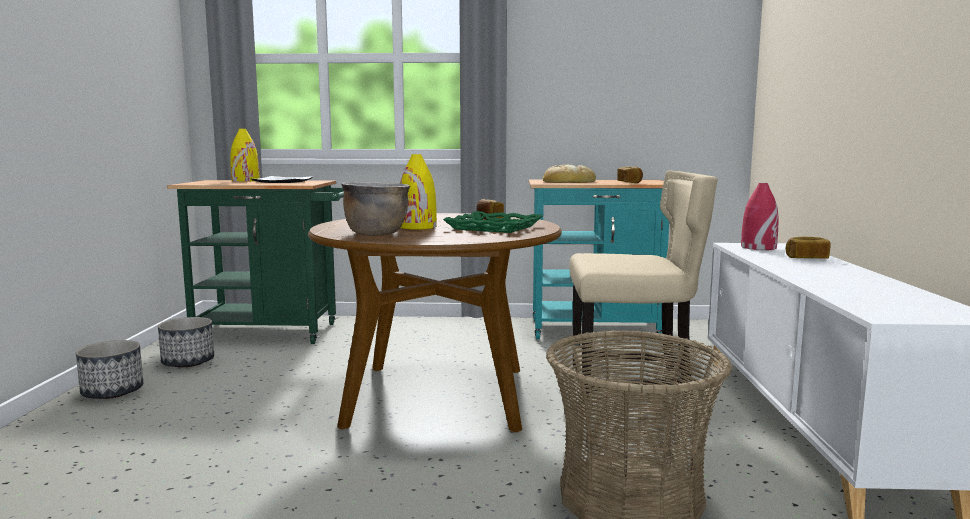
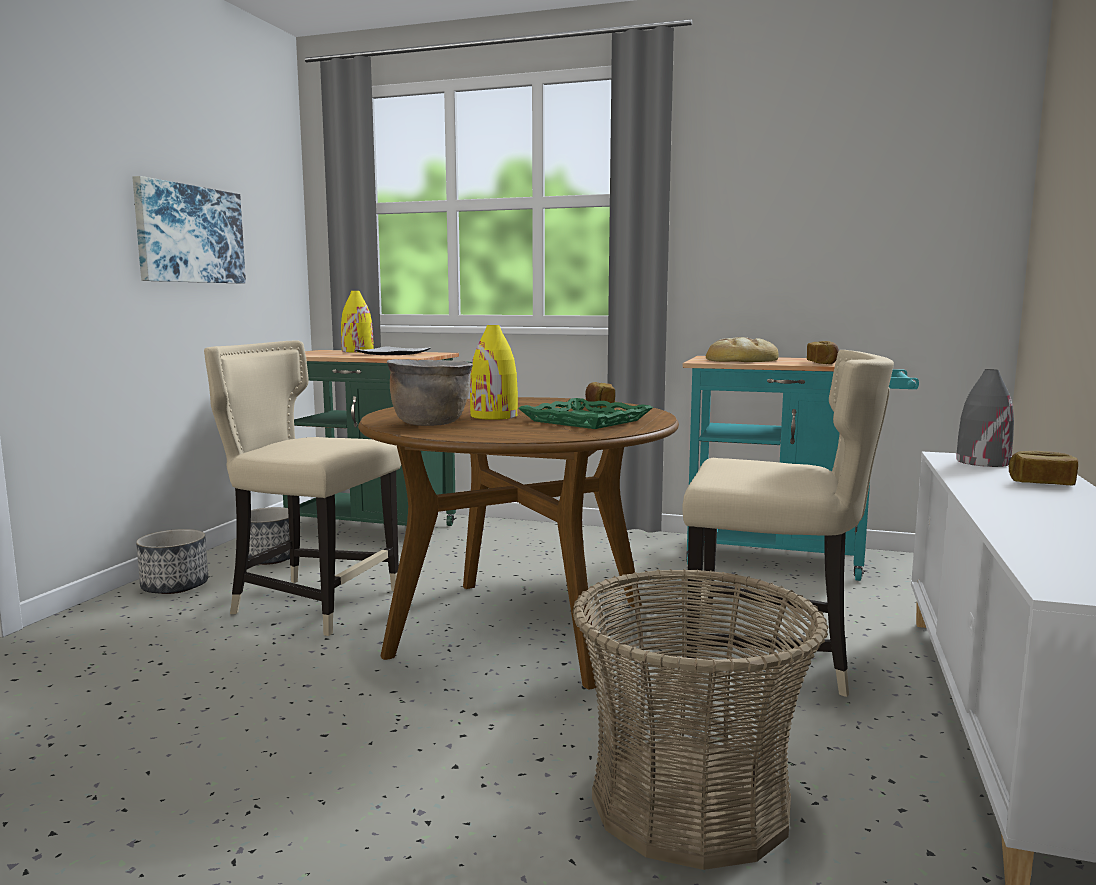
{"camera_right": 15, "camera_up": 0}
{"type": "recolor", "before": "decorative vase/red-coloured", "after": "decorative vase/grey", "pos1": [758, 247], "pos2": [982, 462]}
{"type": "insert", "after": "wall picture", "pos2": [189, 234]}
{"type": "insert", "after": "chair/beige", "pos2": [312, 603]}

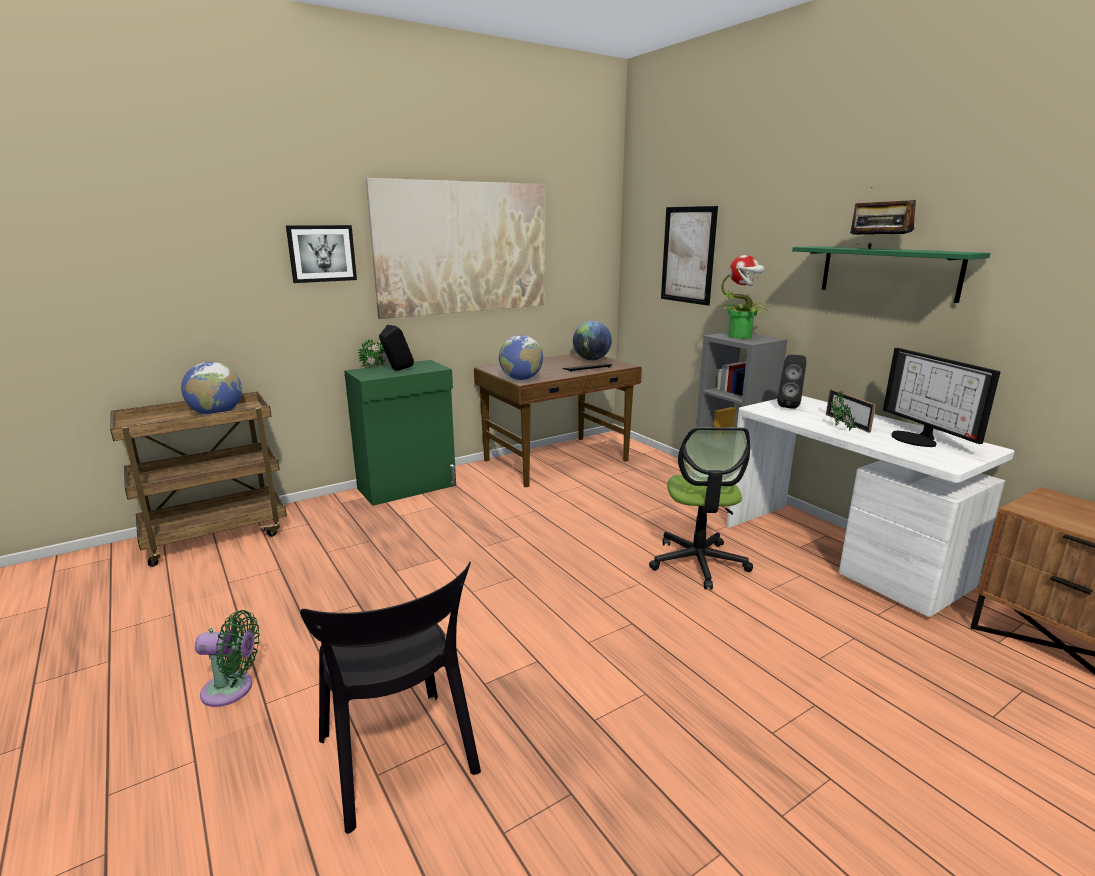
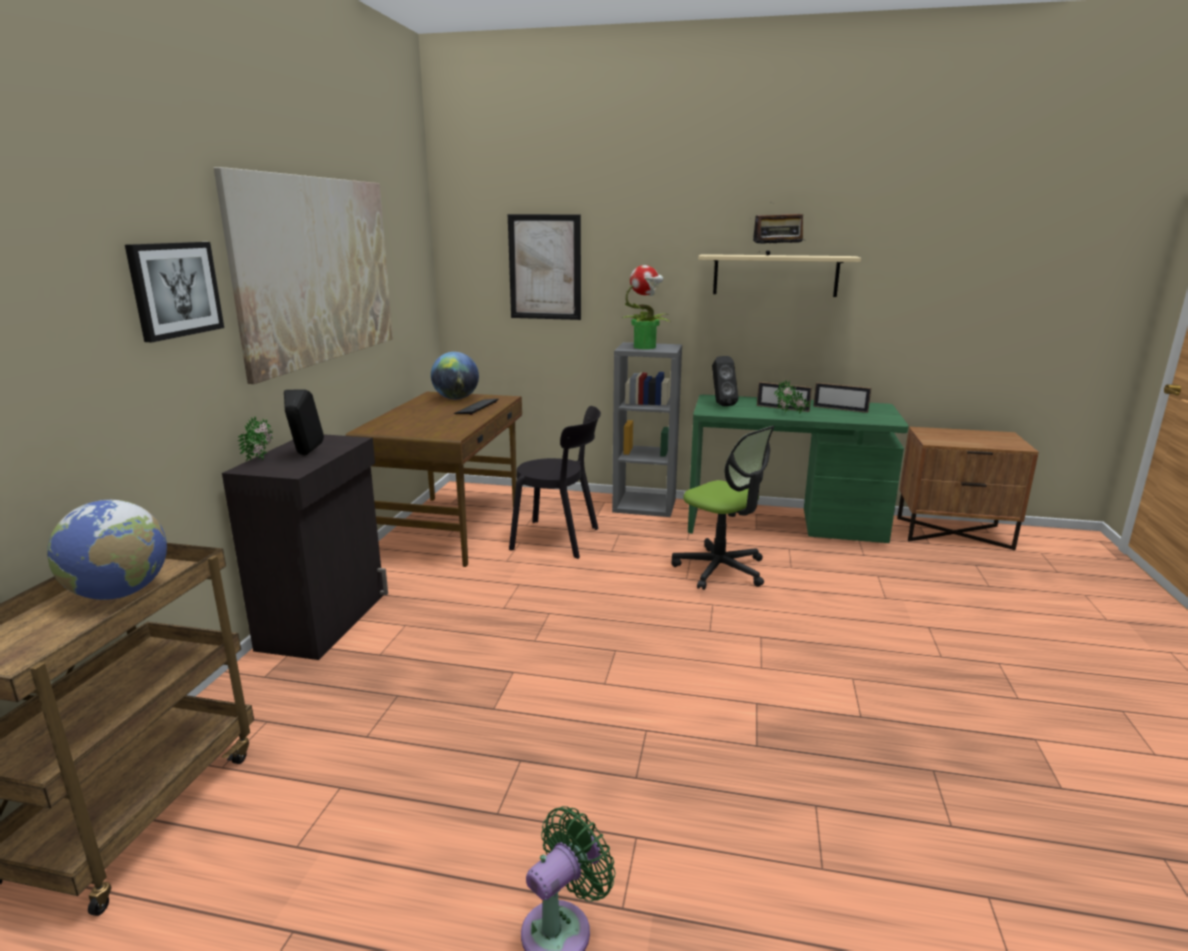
{"camera_right": -45, "camera_up": 0}
{"type": "recolor", "before": "shelf/green", "after": "shelf/beige", "pos1": [888, 272], "pos2": [775, 275]}
{"type": "delete", "before": "globe", "pos1": [521, 379]}
{"type": "replace", "before": "computer screen", "after": "standing frame", "pos1": [917, 439], "pos2": [840, 409]}
{"type": "recolor", "before": "cupboard/green", "after": "cupboard/black", "pos1": [408, 487], "pos2": [326, 620]}
{"type": "recolor", "before": "desk/white", "after": "desk/green", "pos1": [840, 554], "pos2": [784, 524]}
{"type": "move", "before": "chair/black", "pos1": [399, 761], "pos2": [559, 539]}

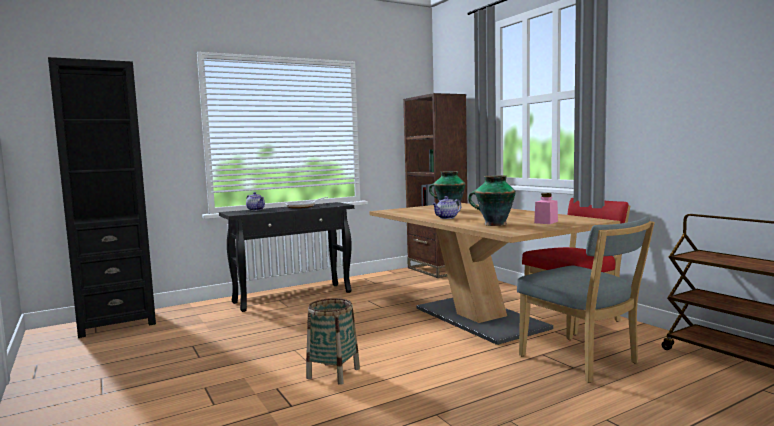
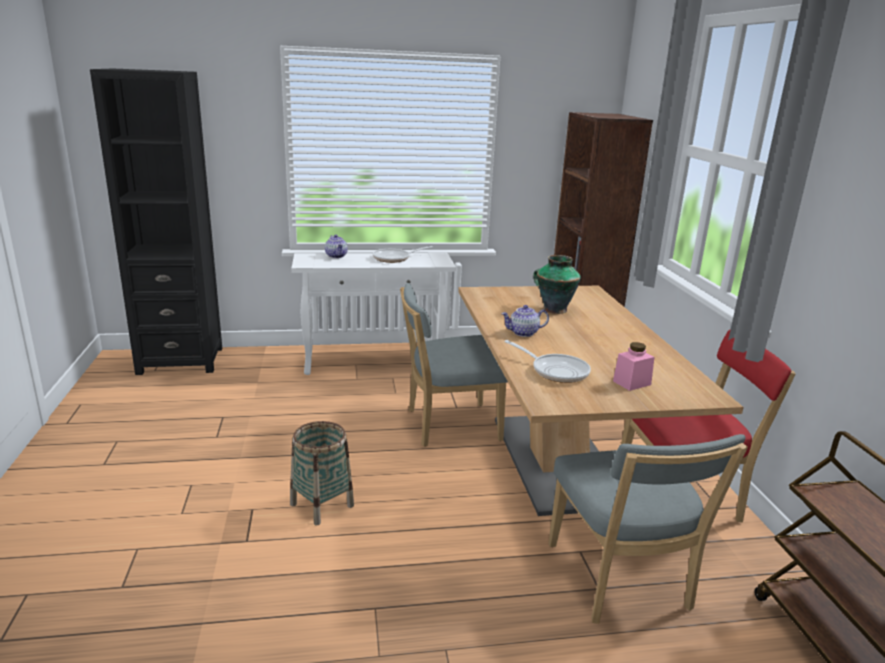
{"camera_right": 20, "camera_up": 15}
{"type": "replace", "before": "decorative vase", "after": "skillet", "pos1": [494, 224], "pos2": [556, 371]}
{"type": "recolor", "before": "hall table/black", "after": "hall table/white", "pos1": [294, 297], "pos2": [374, 363]}
{"type": "insert", "after": "chair/grey", "pos2": [448, 425]}

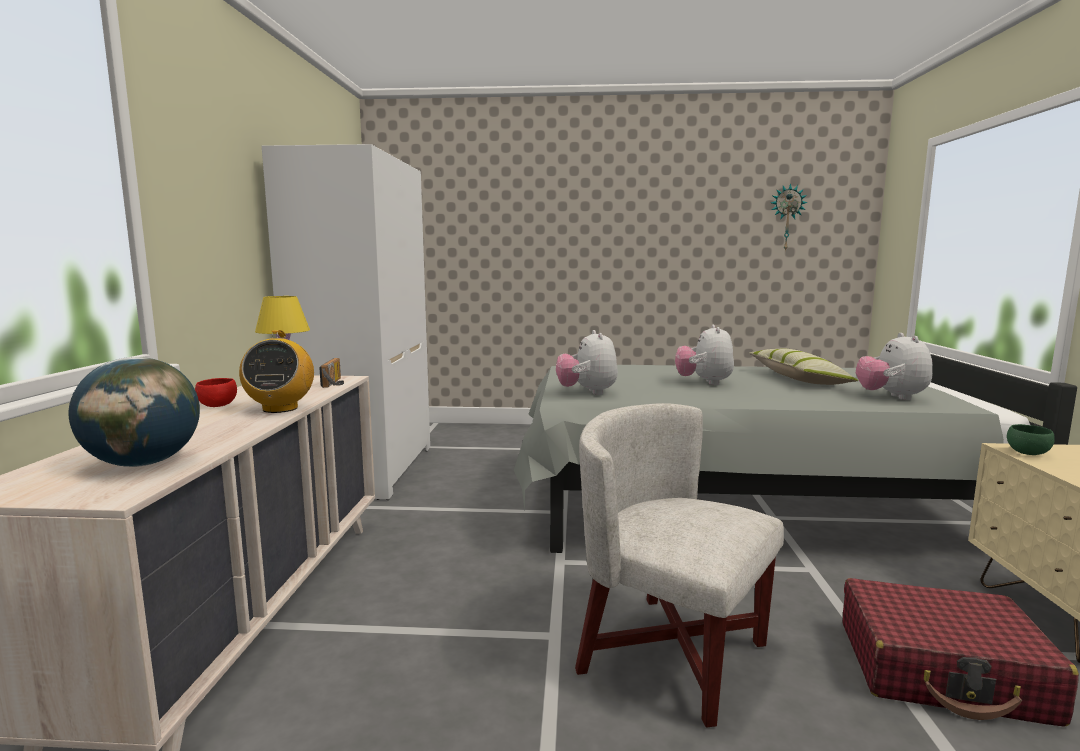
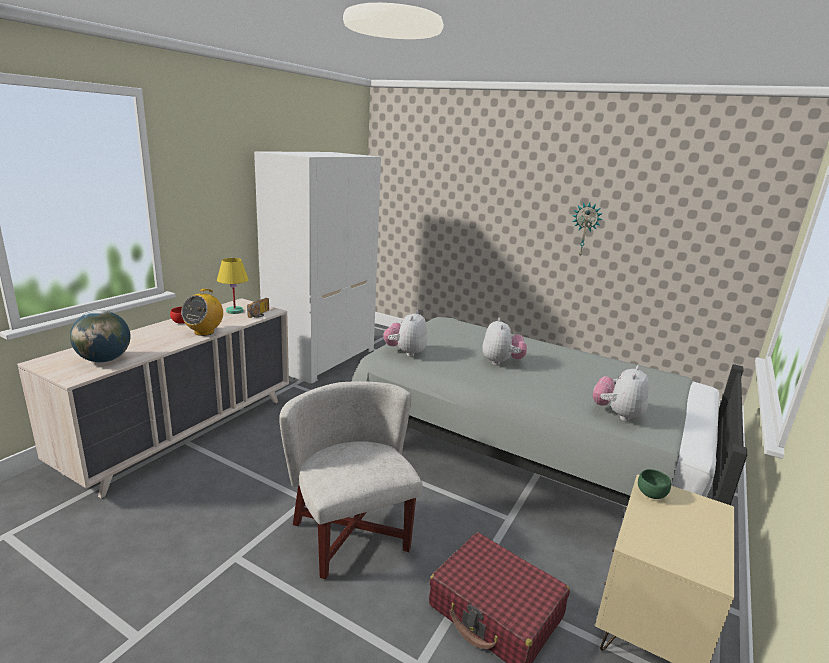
{"camera_right": 25, "camera_up": 10}
{"type": "move", "before": "clock on the wall", "pos1": [786, 218], "pos2": [585, 229]}
{"type": "rotate", "before": "soft toy", "pos1": [704, 383], "pos2": [501, 362], "turn": 150}
{"type": "delete", "before": "pillow", "pos1": [798, 379]}

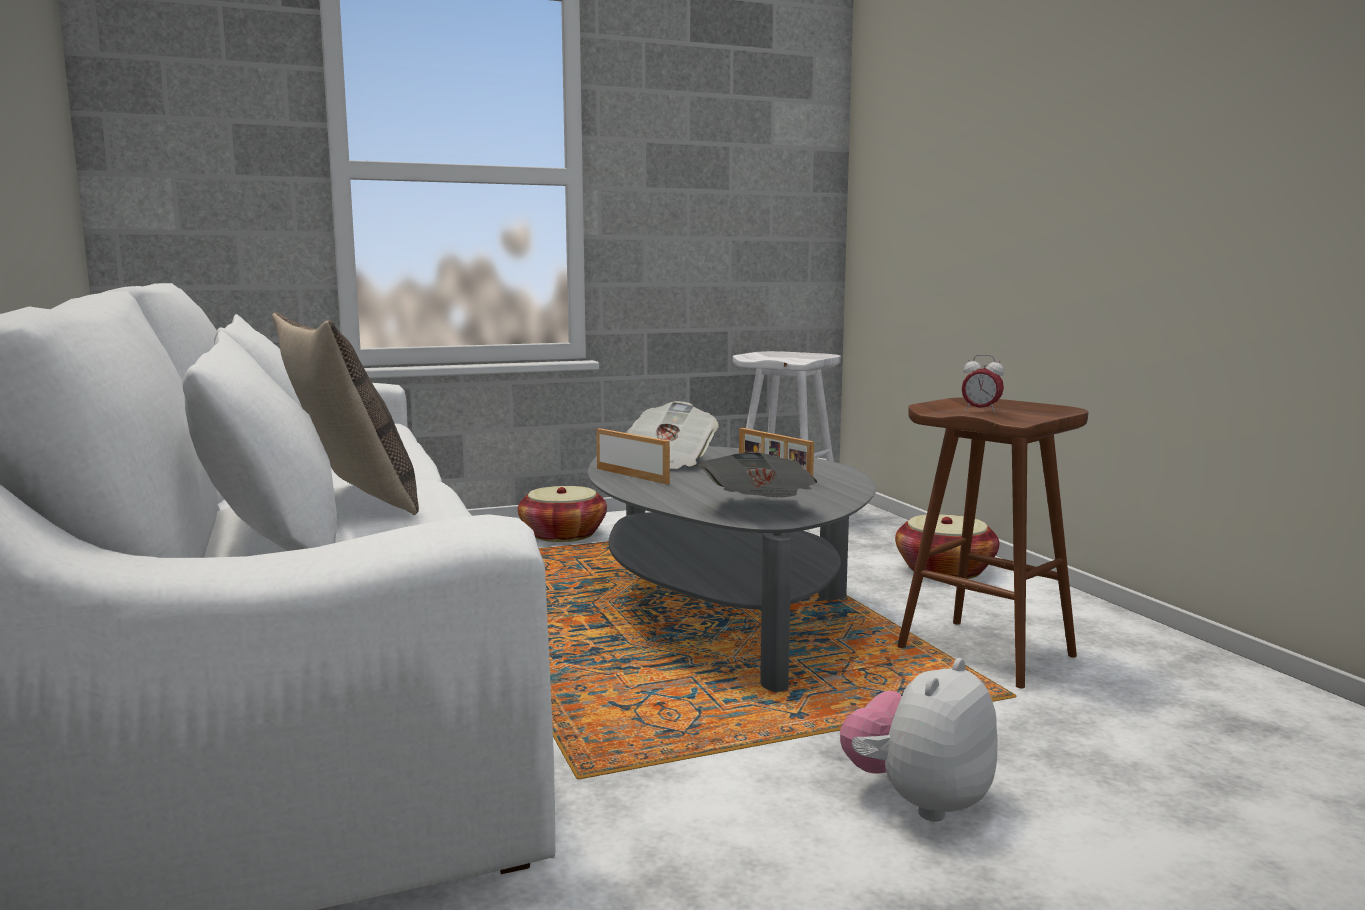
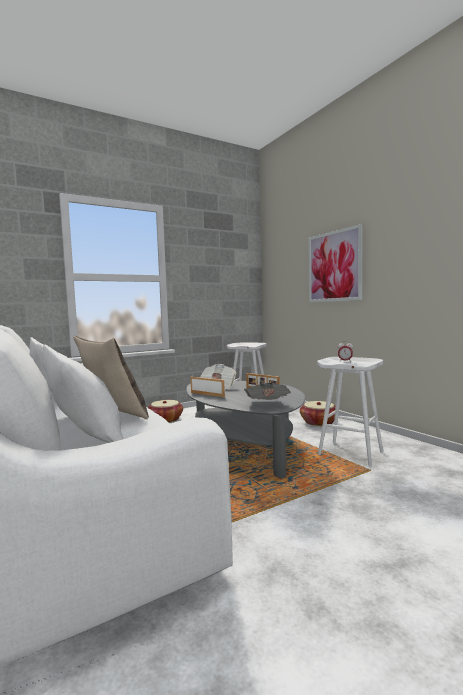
{"camera_right": -10, "camera_up": -5}
{"type": "recolor", "before": "stool/brownish", "after": "stool/white", "pos1": [988, 652], "pos2": [351, 453]}
{"type": "delete", "before": "soft toy", "pos1": [919, 801]}
{"type": "insert", "after": "wall picture", "pos2": [334, 266]}

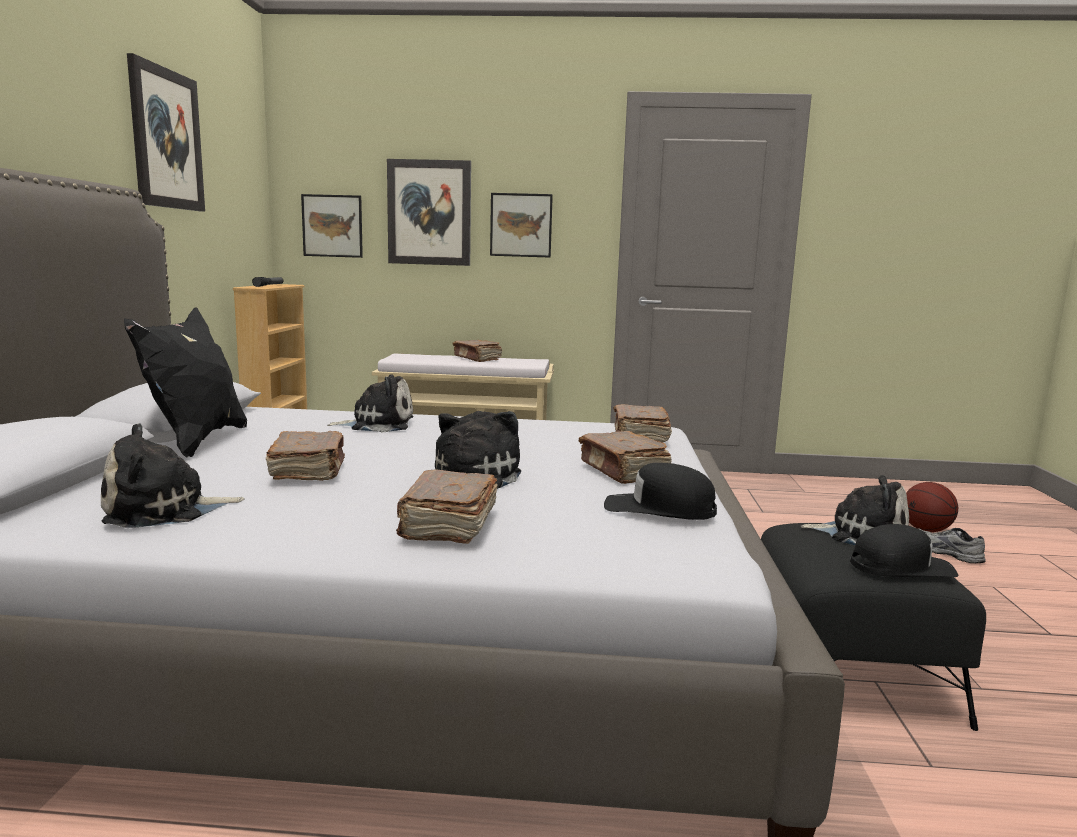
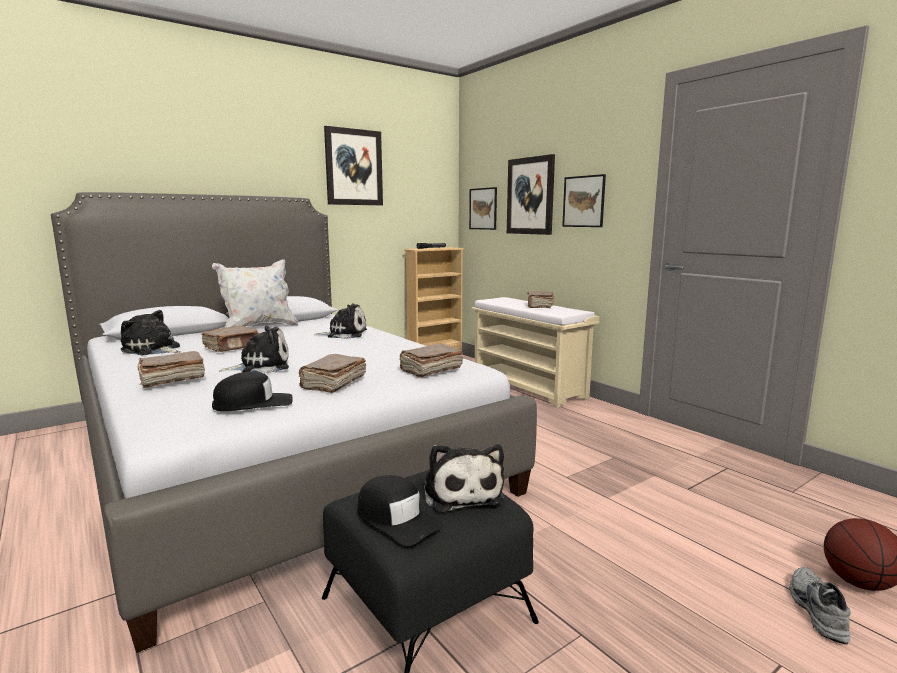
{"camera_right": 50, "camera_up": 0}
{"type": "recolor", "before": "pillow/black", "after": "pillow/white", "pos1": [196, 441], "pos2": [259, 328]}
{"type": "rotate", "before": "soft toy", "pos1": [378, 424], "pos2": [344, 334], "turn": -45}
{"type": "rotate", "before": "cap/black", "pos1": [659, 508], "pos2": [253, 403], "turn": 90}

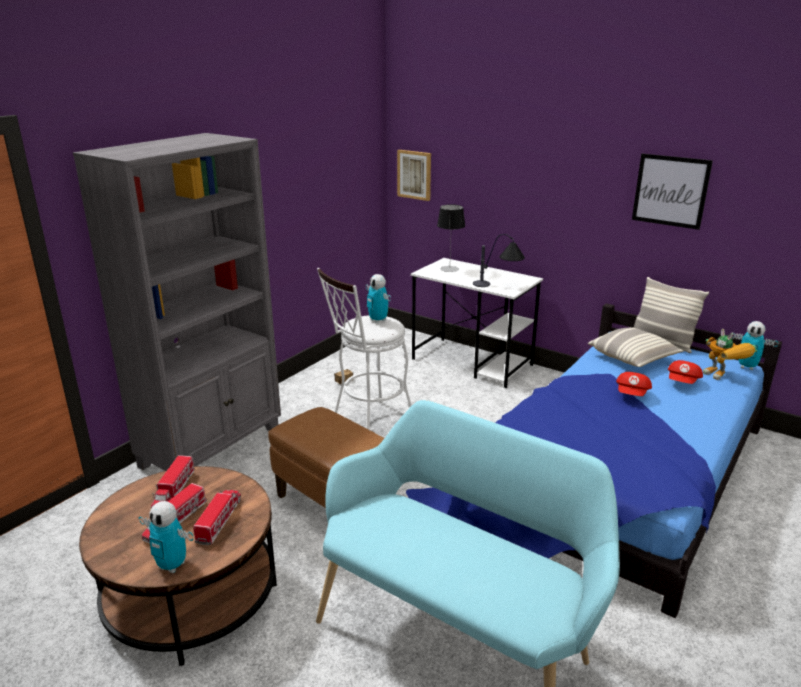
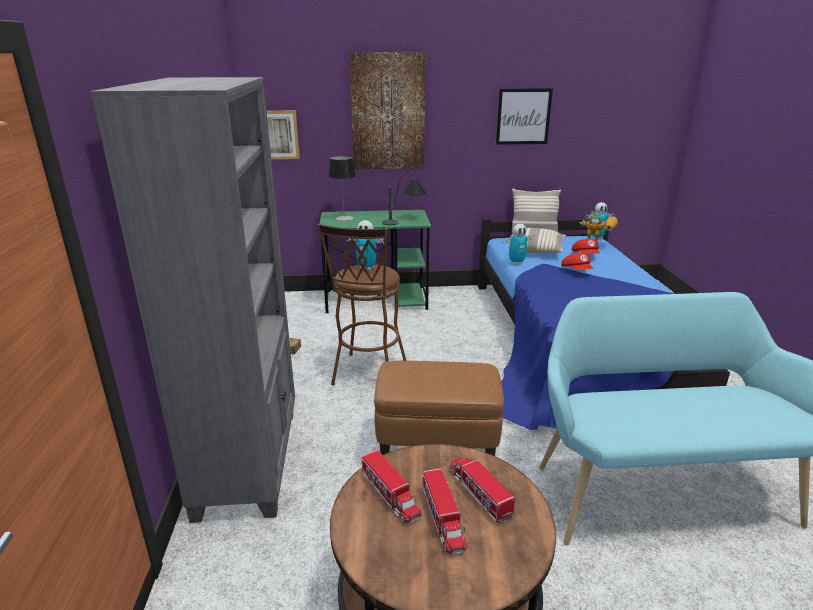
{"camera_right": -40, "camera_up": 0}
{"type": "recolor", "before": "desk/white", "after": "desk/green", "pos1": [472, 362], "pos2": [377, 300]}
{"type": "recolor", "before": "stool/white", "after": "stool/brownish", "pos1": [368, 424], "pos2": [367, 376]}
{"type": "move", "before": "robot figure", "pos1": [172, 565], "pos2": [516, 263]}
{"type": "insert", "after": "wall picture", "pos2": [388, 112]}

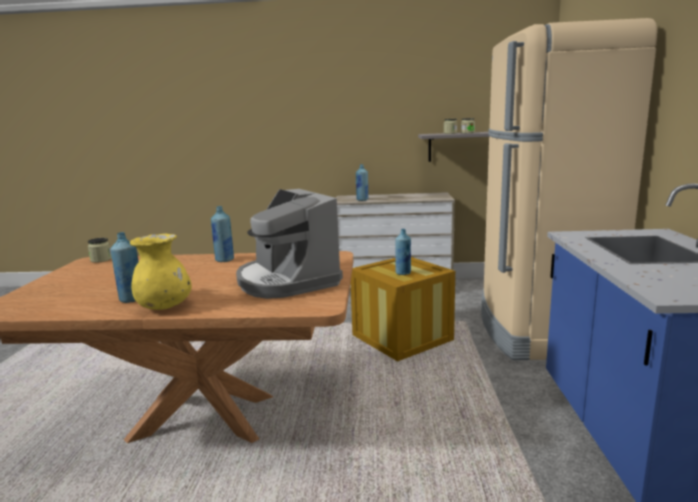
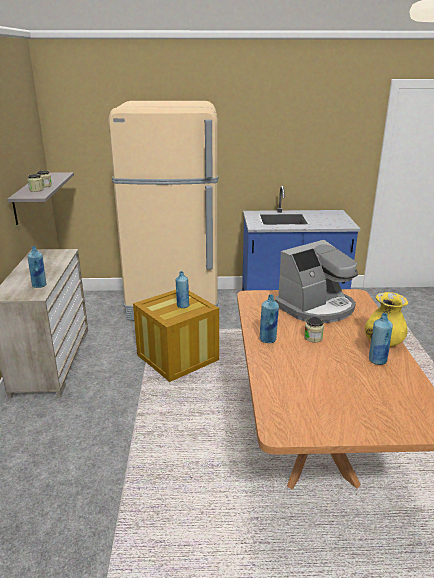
{"camera_right": -95, "camera_up": 10}
{"type": "move", "before": "storage jar", "pos1": [101, 260], "pos2": [313, 338]}

